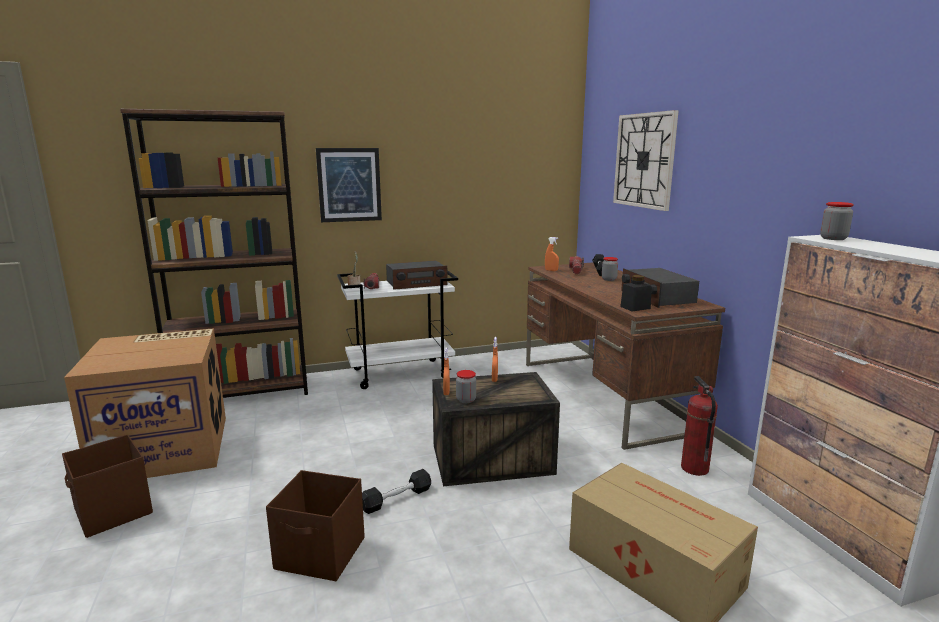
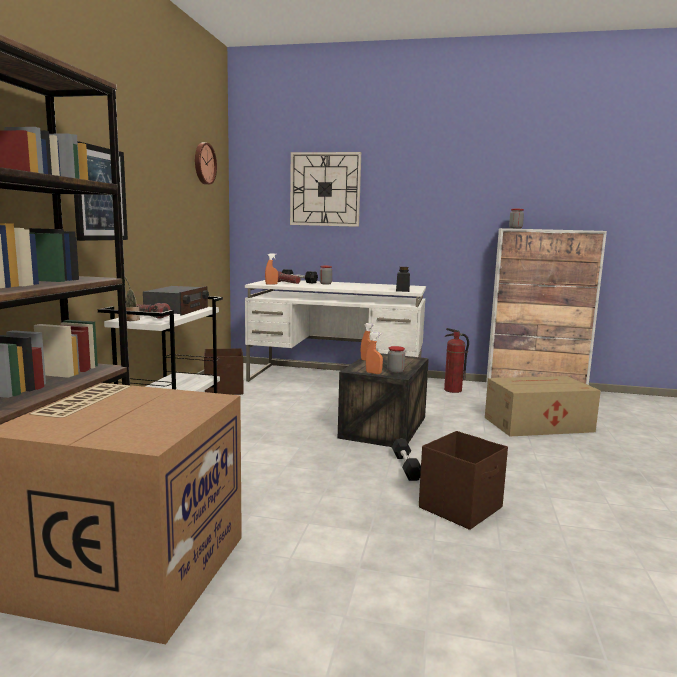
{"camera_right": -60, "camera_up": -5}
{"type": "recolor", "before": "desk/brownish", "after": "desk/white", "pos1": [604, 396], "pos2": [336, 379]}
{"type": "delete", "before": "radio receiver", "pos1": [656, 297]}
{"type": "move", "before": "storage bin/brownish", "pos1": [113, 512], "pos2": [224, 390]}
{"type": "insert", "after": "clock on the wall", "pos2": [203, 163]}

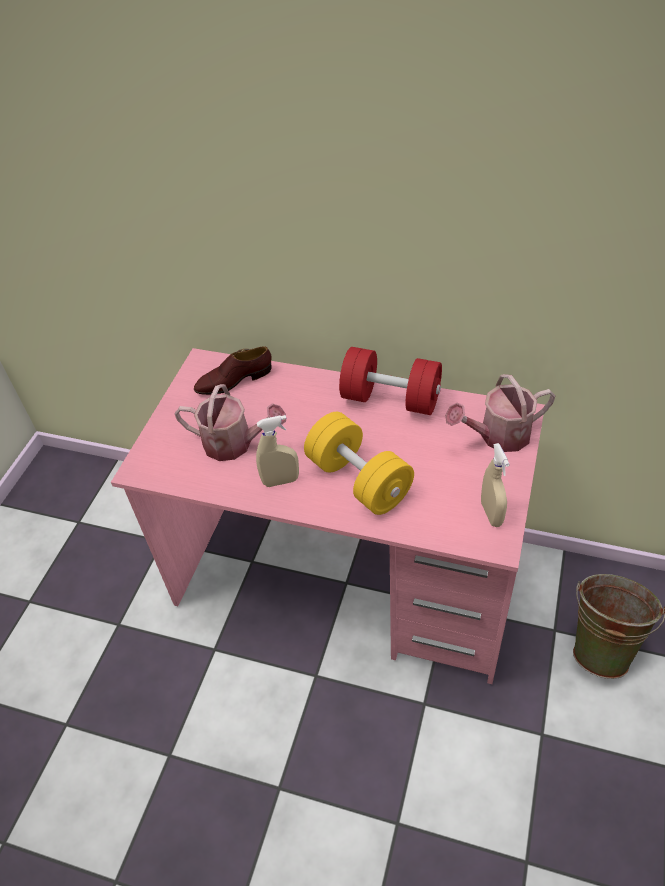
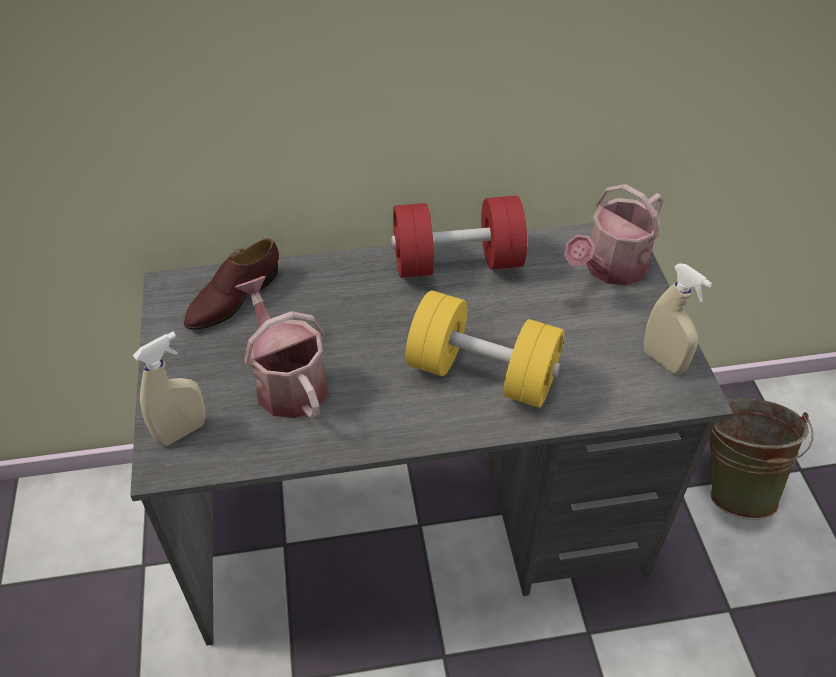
{"camera_right": -30, "camera_up": 0}
{"type": "recolor", "before": "desk/pink-coloured", "after": "desk/grey", "pos1": [346, 579], "pos2": [418, 520]}
{"type": "rotate", "before": "sprinkling can", "pos1": [235, 443], "pos2": [287, 380], "turn": -105}
{"type": "move", "before": "spray bottle/beige", "pos1": [281, 481], "pos2": [182, 431]}

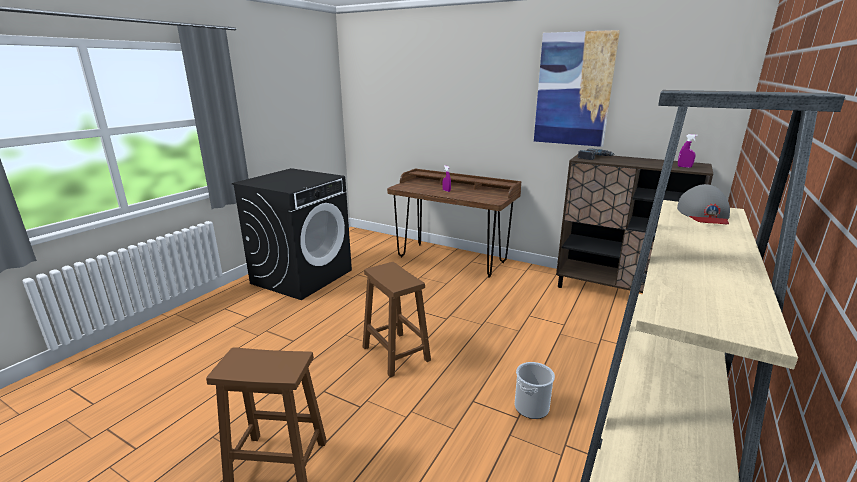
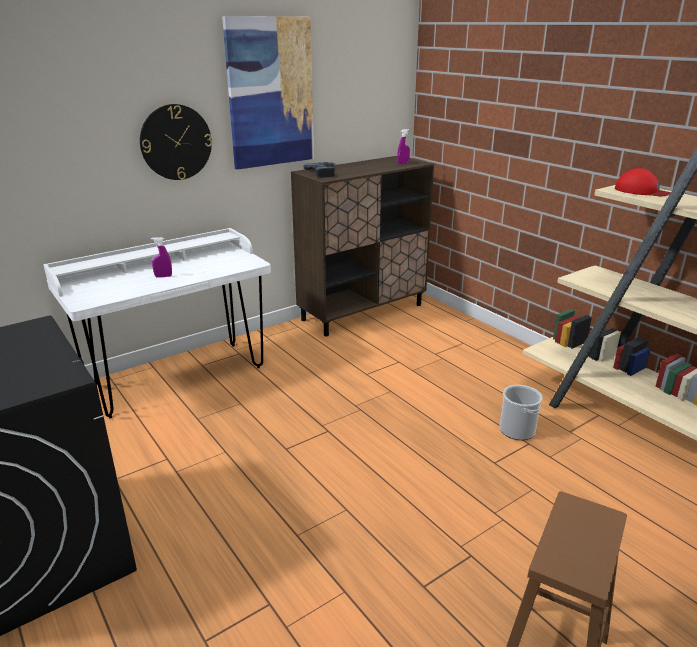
{"camera_right": -65, "camera_up": 5}
{"type": "recolor", "before": "desk/brownish", "after": "desk/white", "pos1": [451, 259], "pos2": [177, 377]}
{"type": "recolor", "before": "cap/grey", "after": "cap/red-coloured", "pos1": [703, 214], "pos2": [641, 191]}
{"type": "delete", "before": "stool/brownish", "pos1": [396, 354]}
{"type": "insert", "after": "clock on the wall", "pos2": [176, 142]}

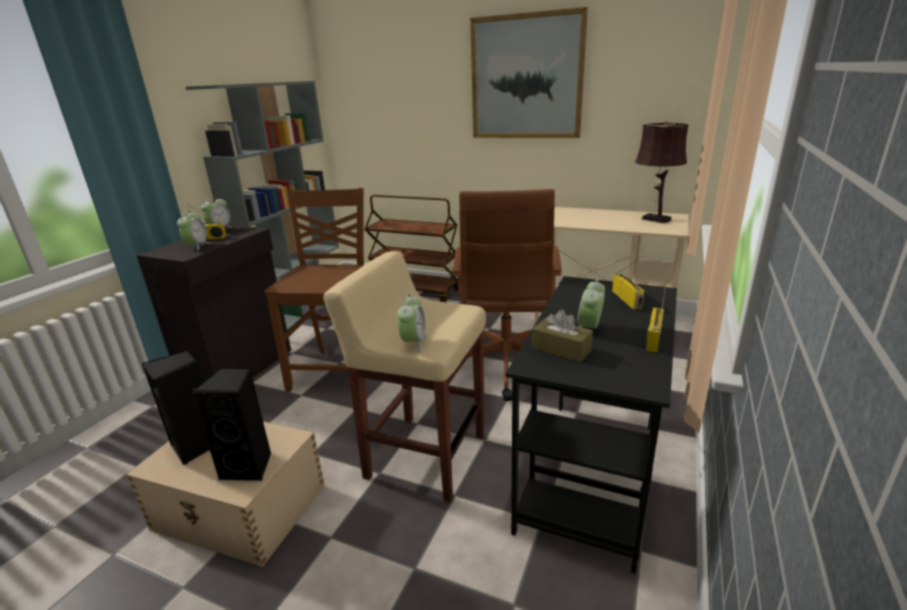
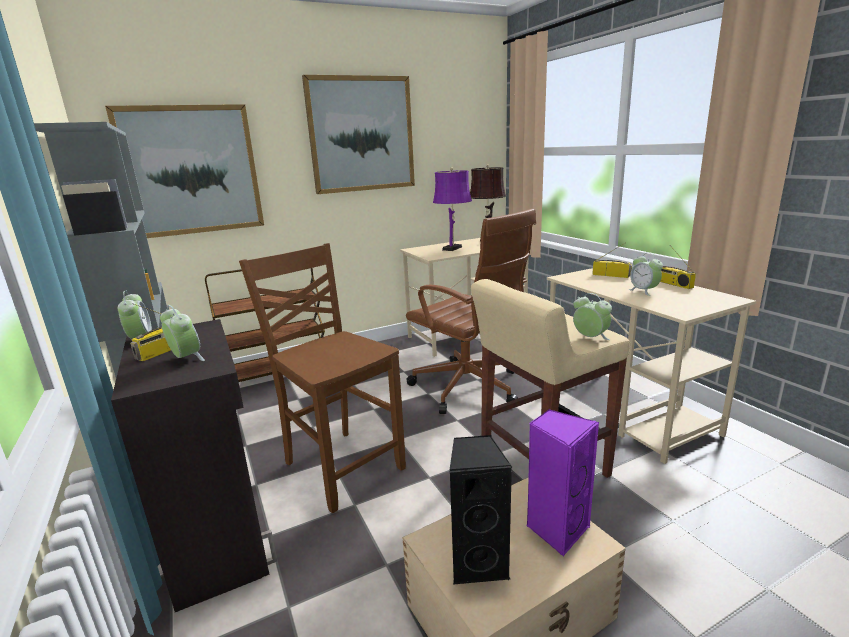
{"camera_right": -50, "camera_up": -5}
{"type": "recolor", "before": "desk/black", "after": "desk/beige", "pos1": [589, 475], "pos2": [628, 412]}
{"type": "delete", "before": "tissue box/brownish", "pos1": [561, 349]}
{"type": "recolor", "before": "audio speaker/black", "after": "audio speaker/purplish", "pos1": [249, 466], "pos2": [556, 529]}
{"type": "insert", "after": "wall picture", "pos2": [191, 171]}
{"type": "insert", "after": "table lamp/purplish", "pos2": [453, 248]}

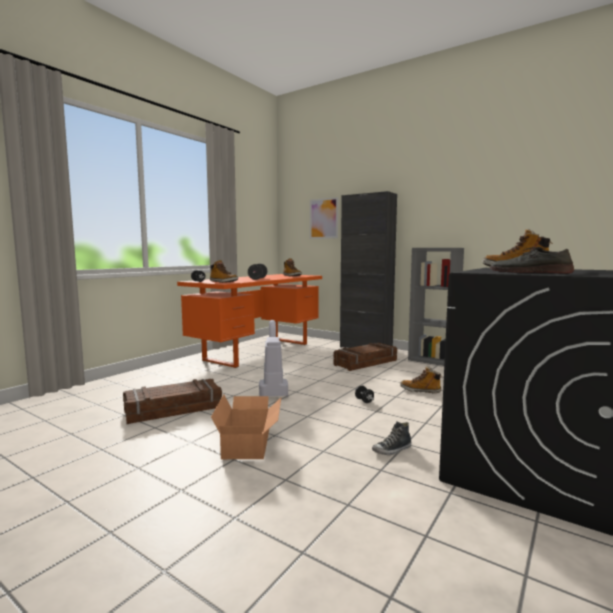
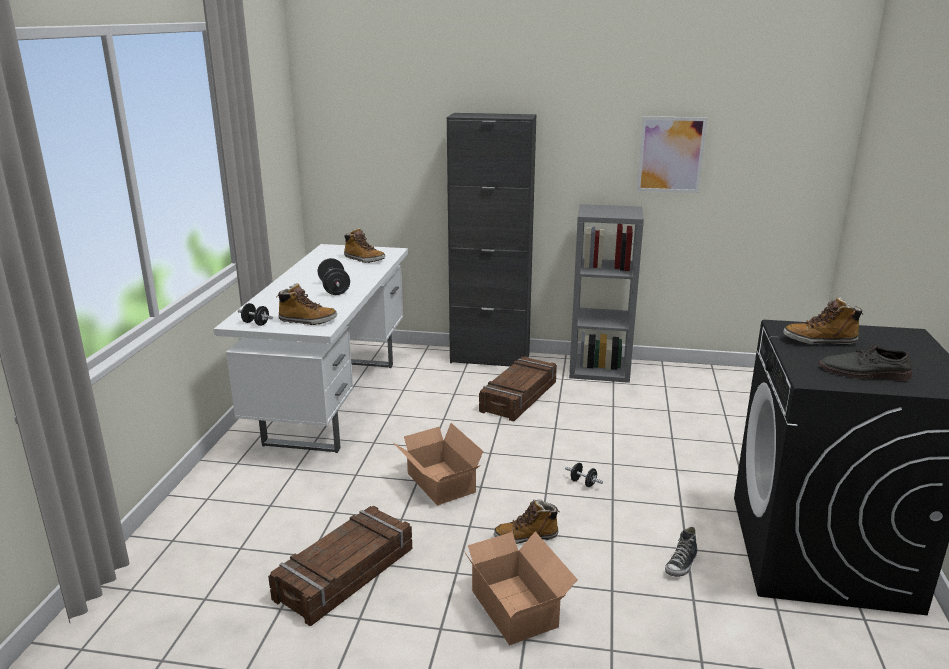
{"camera_right": -25, "camera_up": 15}
{"type": "move", "before": "wall picture", "pos1": [324, 218], "pos2": [671, 154]}
{"type": "recolor", "before": "desk/orange-coloured", "after": "desk/white", "pos1": [258, 351], "pos2": [333, 401]}
{"type": "replace", "before": "vacuum", "after": "cardboard box", "pos1": [272, 387], "pos2": [439, 484]}
{"type": "move", "before": "boot", "pos1": [420, 390], "pos2": [526, 537]}

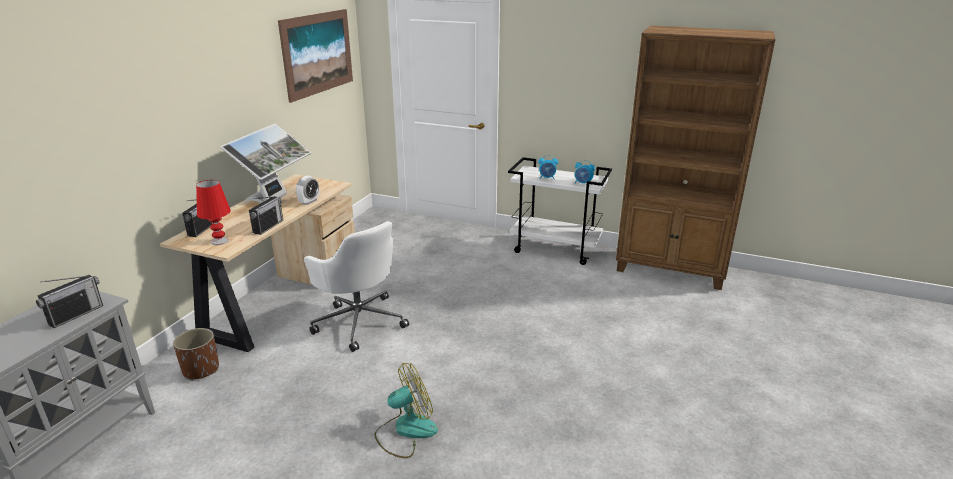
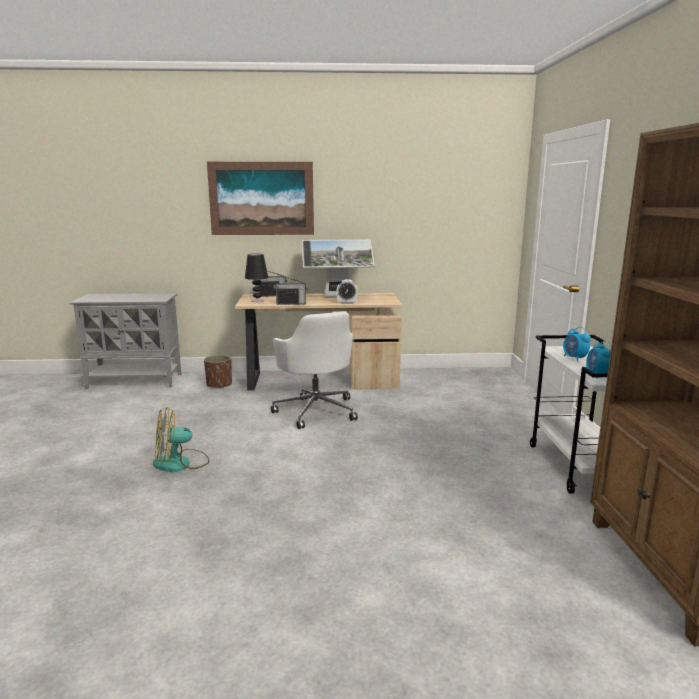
{"camera_right": 65, "camera_up": -10}
{"type": "move", "before": "wall picture", "pos1": [318, 53], "pos2": [261, 198]}
{"type": "recolor", "before": "table lamp/red-coloured", "after": "table lamp/black", "pos1": [220, 241], "pos2": [257, 300]}
{"type": "rotate", "before": "desk chair/white", "pos1": [359, 321], "pos2": [316, 410], "turn": -45}
{"type": "delete", "before": "radio receiver", "pos1": [76, 315]}
{"type": "rotate", "before": "electric fan", "pos1": [406, 431], "pos2": [181, 463], "turn": 120}

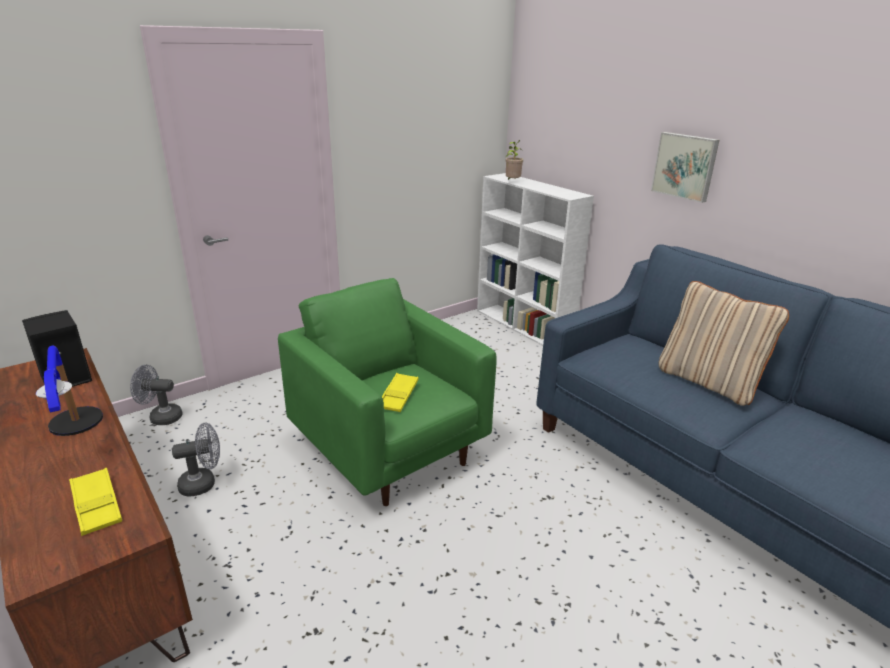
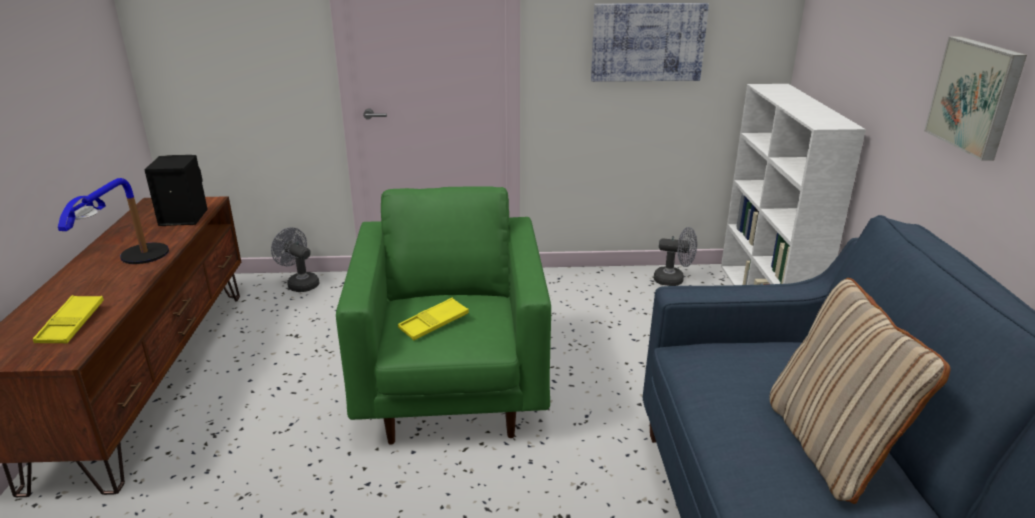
{"camera_right": 35, "camera_up": 0}
{"type": "delete", "before": "potted plant", "pos1": [512, 182]}
{"type": "move", "before": "electric fan/grey", "pos1": [203, 483], "pos2": [674, 280]}
{"type": "insert", "after": "wall picture", "pos2": [647, 42]}

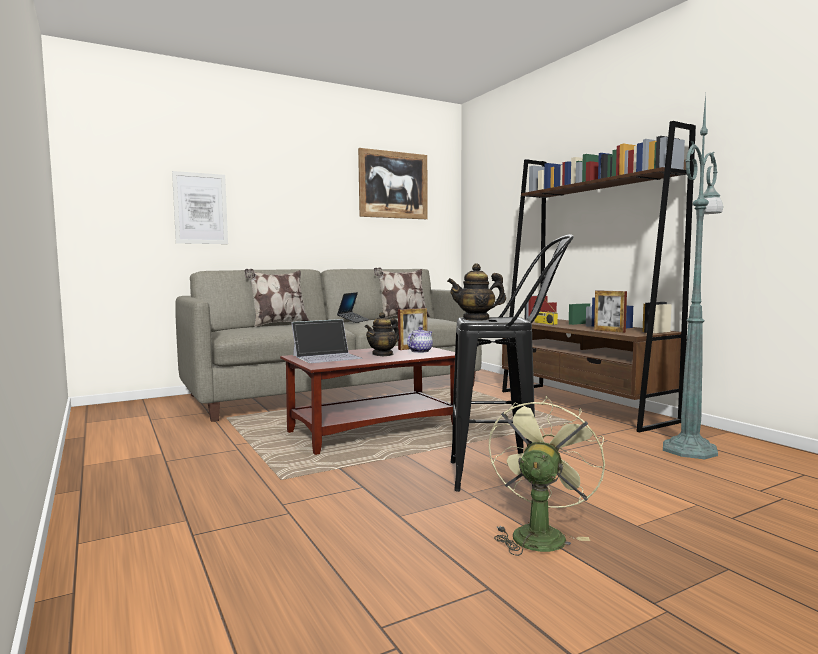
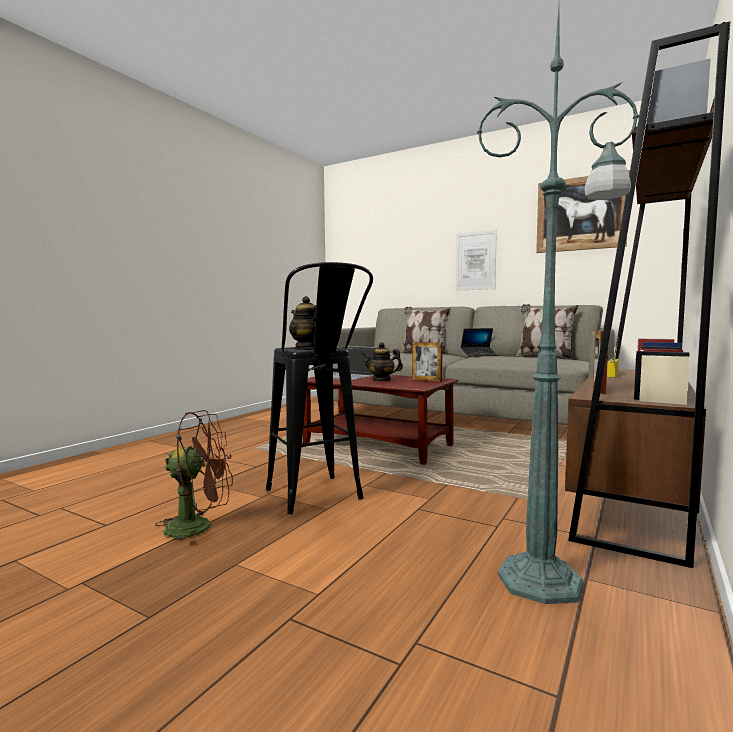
{"camera_right": 60, "camera_up": 0}
{"type": "move", "before": "wall picture", "pos1": [200, 208], "pos2": [475, 261]}
{"type": "delete", "before": "tea pot", "pos1": [420, 351]}
{"type": "recolor", "before": "electric fan/green", "after": "electric fan/brownish", "pos1": [539, 533], "pos2": [199, 527]}

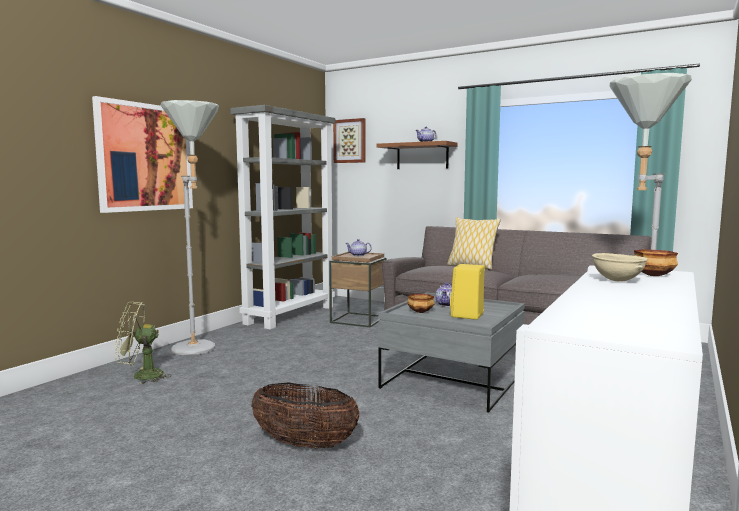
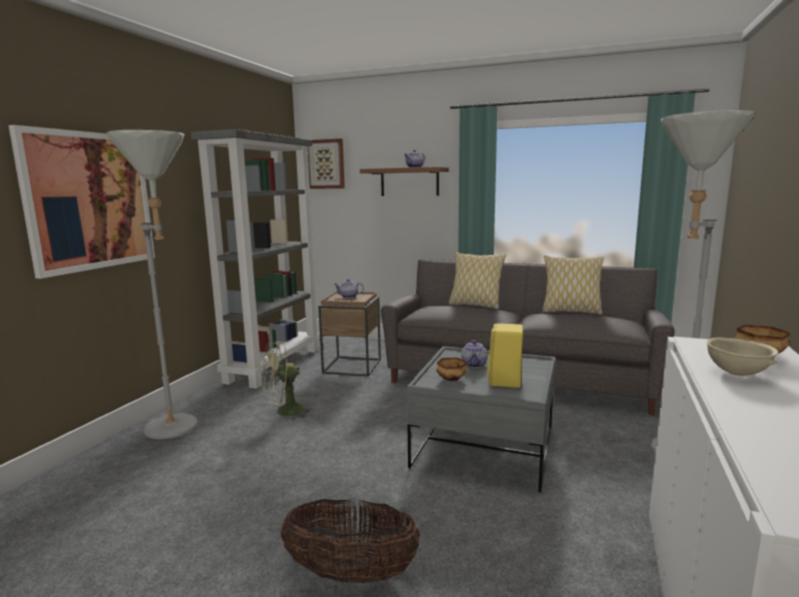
{"camera_right": -10, "camera_up": 5}
{"type": "move", "before": "electric fan/green", "pos1": [141, 376], "pos2": [284, 412]}
{"type": "insert", "after": "pillow", "pos2": [570, 311]}

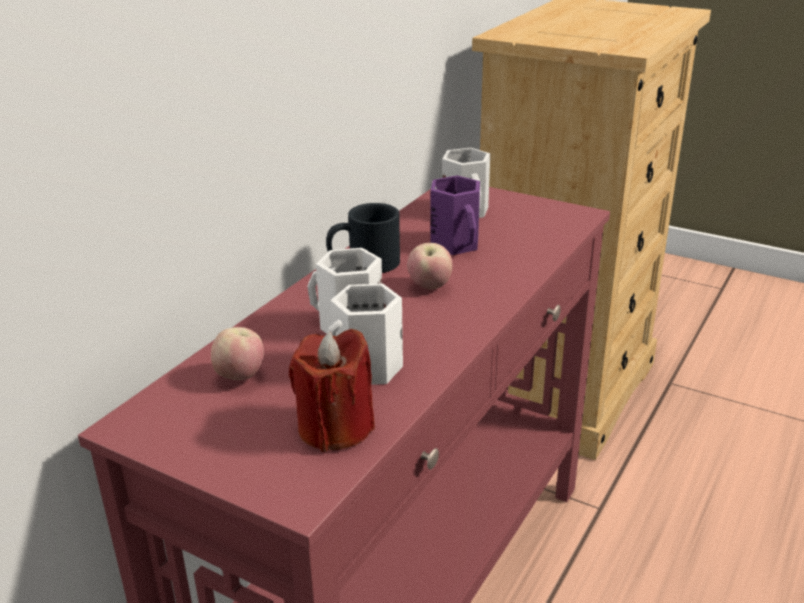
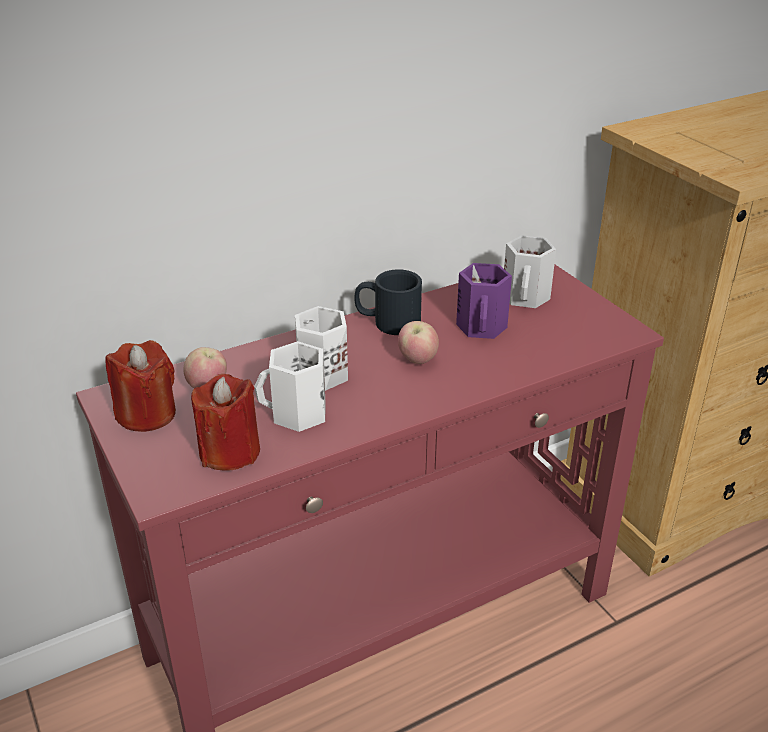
{"camera_right": 30, "camera_up": 5}
{"type": "insert", "after": "wax candle/red-coloured", "pos2": [147, 414]}

